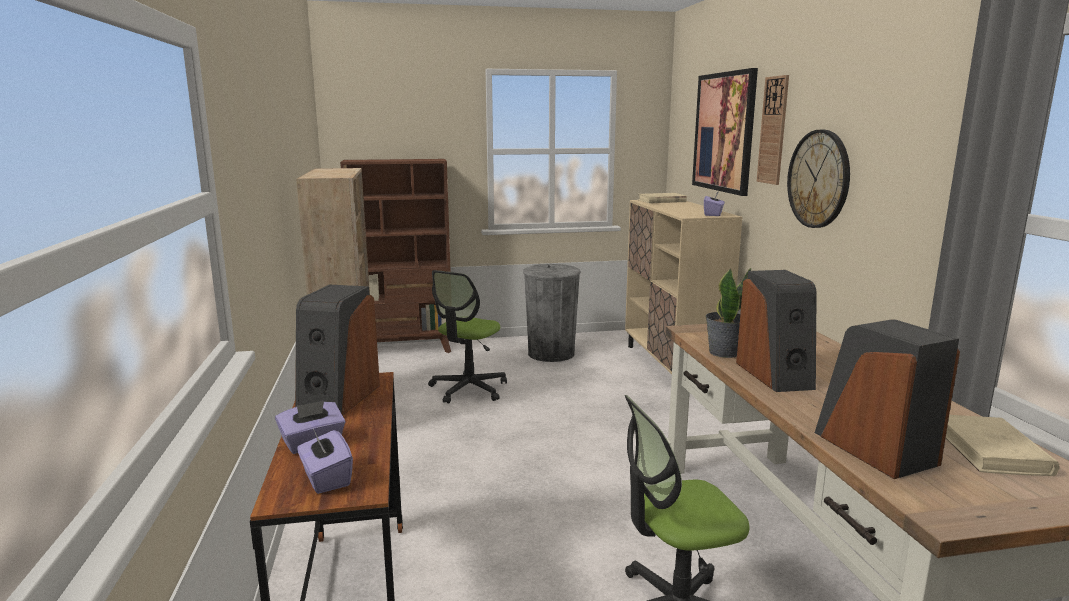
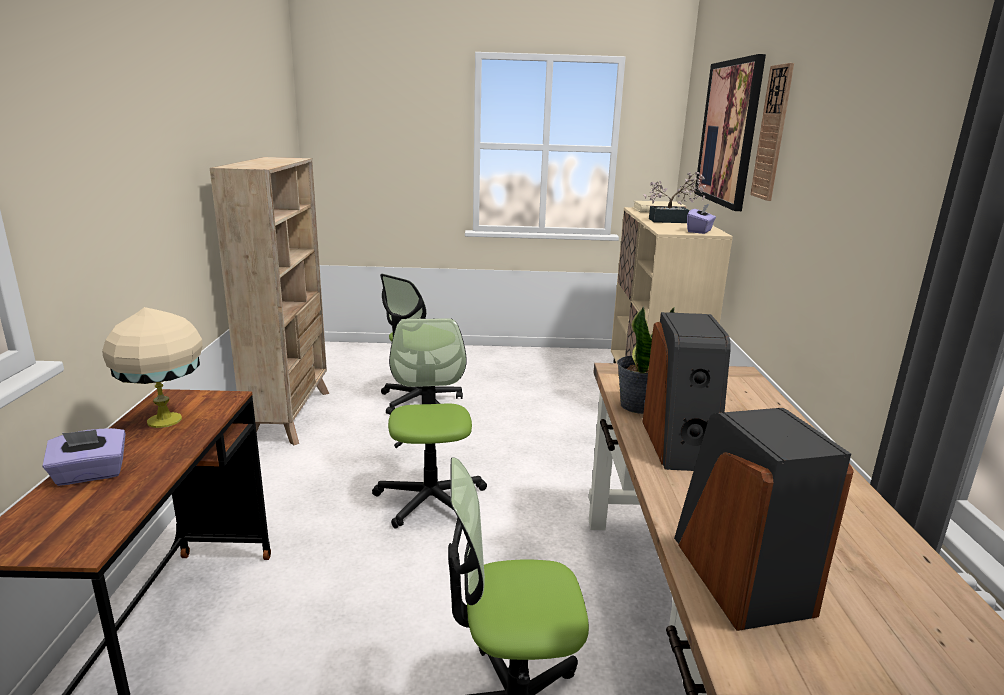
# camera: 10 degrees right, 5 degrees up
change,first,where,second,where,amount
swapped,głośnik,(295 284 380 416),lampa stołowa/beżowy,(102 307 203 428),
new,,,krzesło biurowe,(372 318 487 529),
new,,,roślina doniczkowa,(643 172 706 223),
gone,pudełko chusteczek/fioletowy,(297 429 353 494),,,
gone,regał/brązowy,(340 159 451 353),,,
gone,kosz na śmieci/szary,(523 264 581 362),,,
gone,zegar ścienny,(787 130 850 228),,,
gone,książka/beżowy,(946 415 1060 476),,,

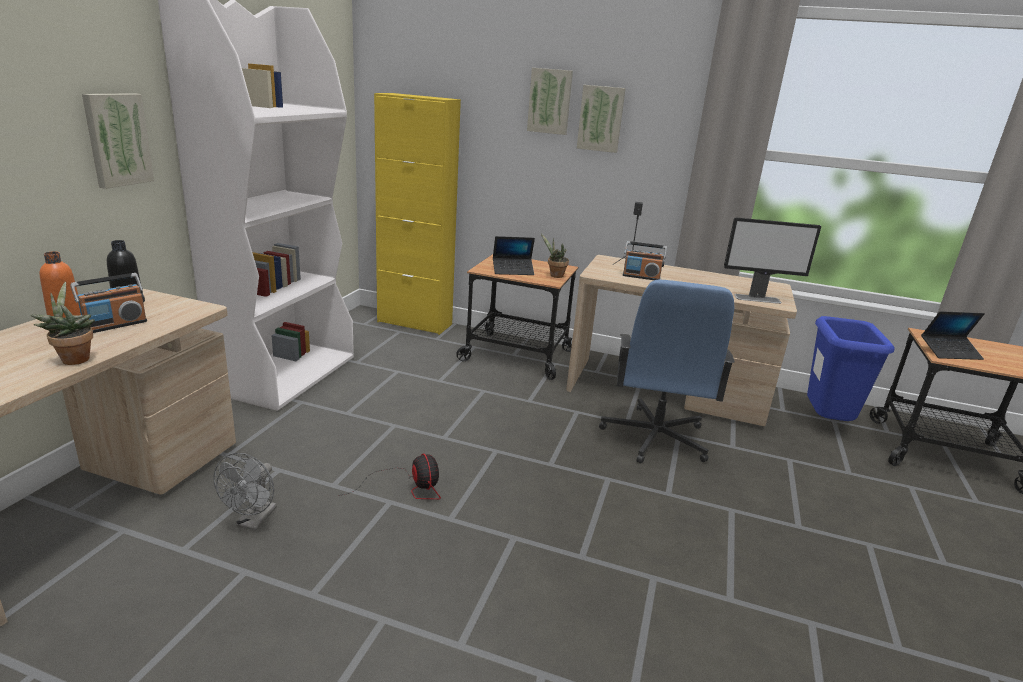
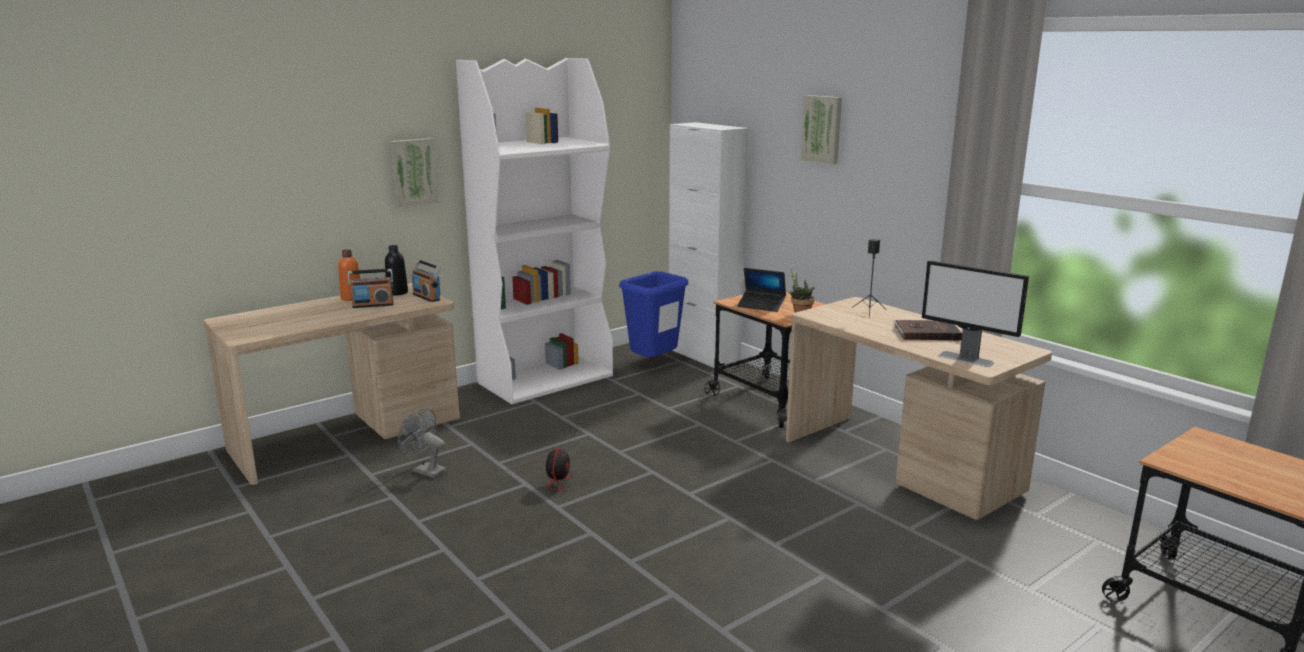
# camera: 35 degrees right, 5 degrees down
change,first,where,second,where,amount
rotated,wentylator/szary,(213 453 277 530),,(398 408 446 478),75 degrees clockwise
shifted,radio,(623 241 667 280),,(412 260 441 302),
shifted,kosz na śmieci/niebieski,(807 316 895 421),,(619 271 688 357),
repainted,szafka/żółty,(374 93 461 335),szafka/biały,(669 122 748 368),
new,,,książka/brązowy,(894 320 962 340),
gone,roślina doniczkowa,(30 282 95 365),,,
gone,obraz,(577 85 626 153),,,
gone,krzesło biurowe/niebieski,(599 279 735 464),,,
gone,laptop,(921 311 985 360),,,

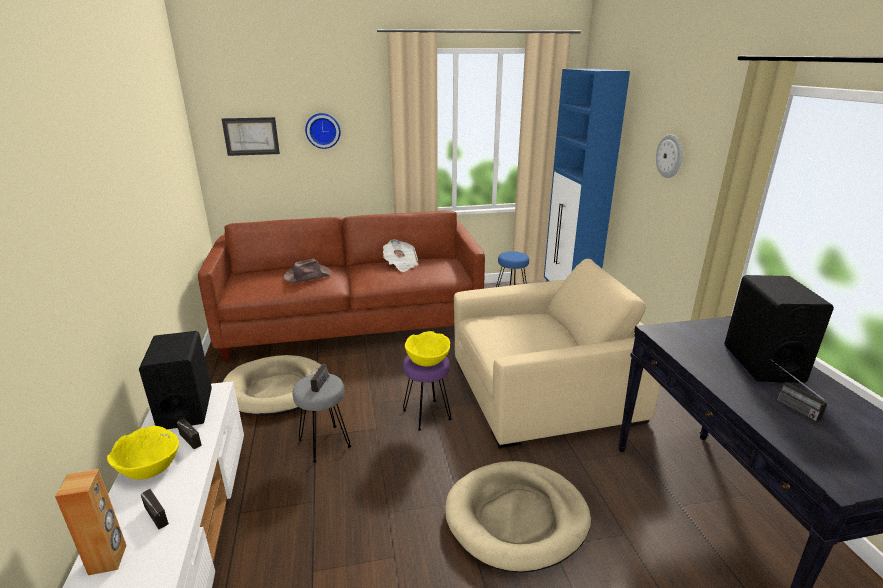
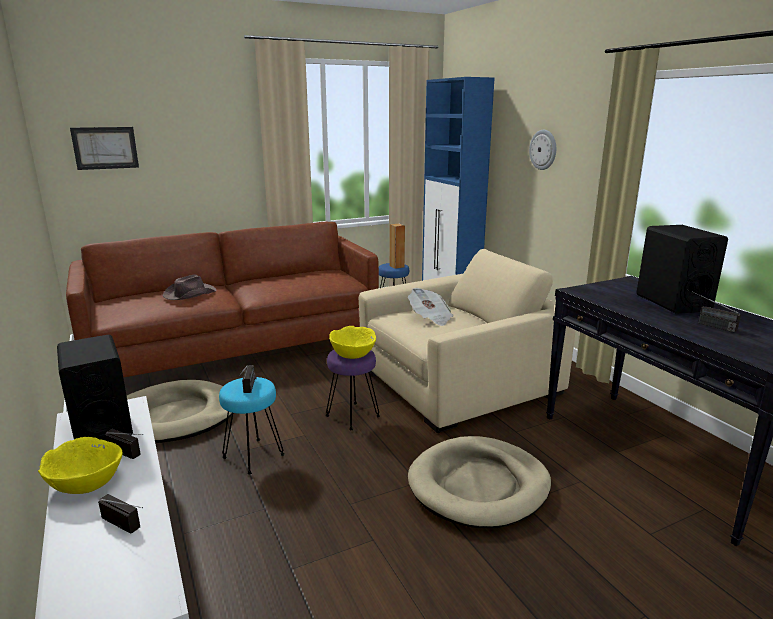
# camera: 15 degrees left, 5 degrees down
change,first,where,second,where,amount
repainted,stołek/szary,(293 374 351 463),stołek/turkusowy,(219 377 285 475),
shifted,głośnik/brązowy,(55 469 127 575),,(390 223 405 269),
shifted,gazeta,(383 239 418 272),,(408 288 454 326),
gone,zegar ścienny,(305 113 341 149),,,

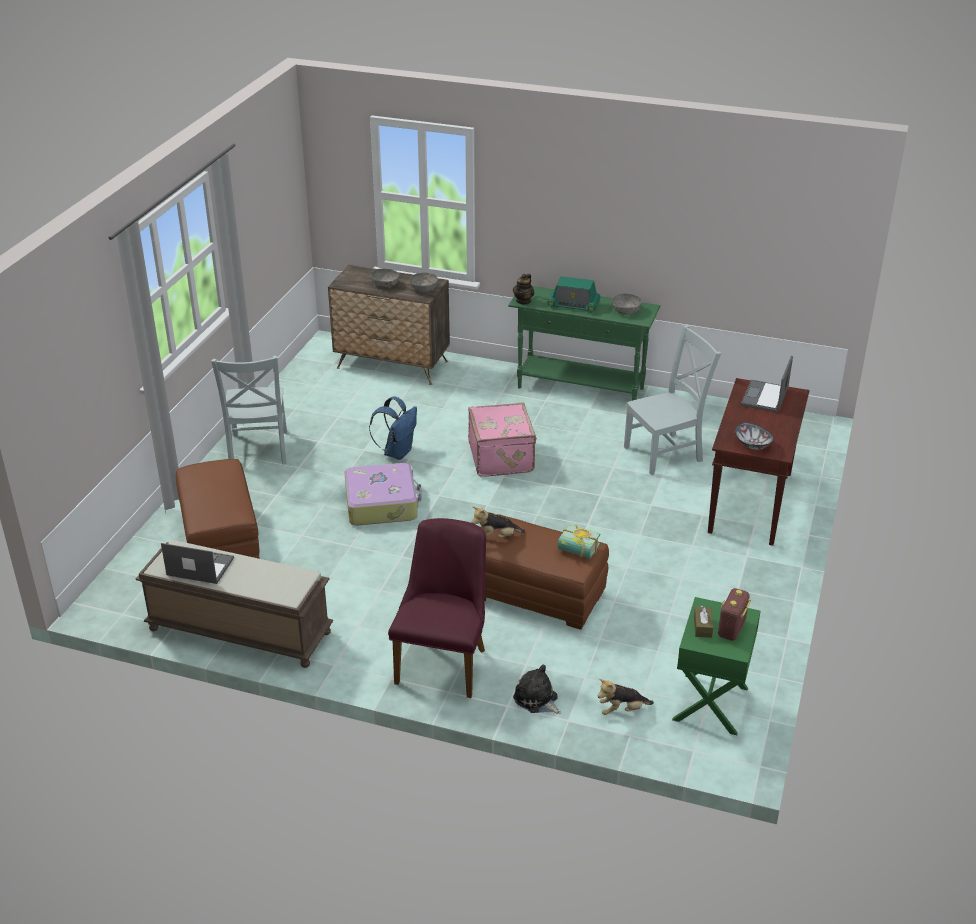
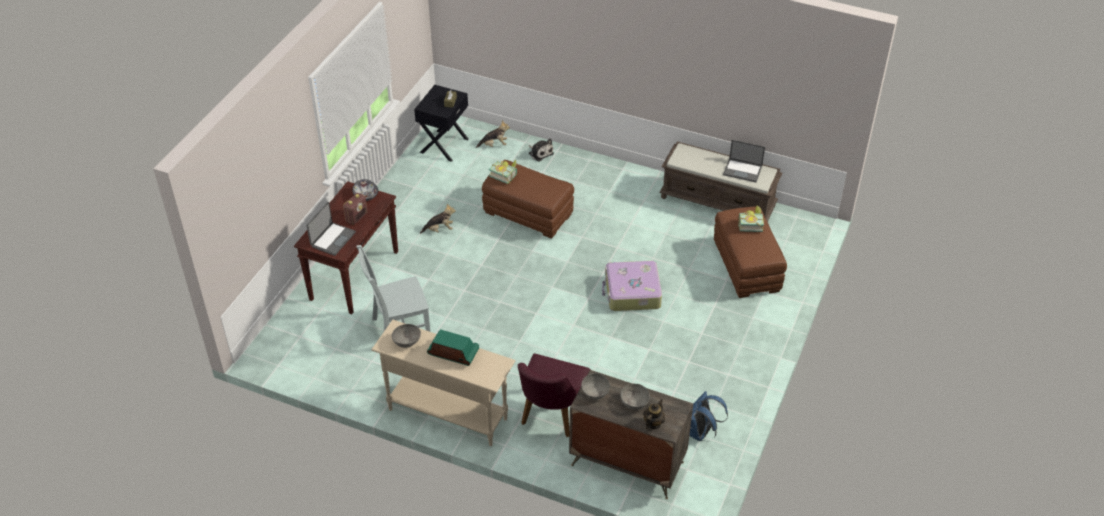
# camera: 175 degrees left, 10 degrees up
change,first,where,second,where,amount
shifted,radio,(718 588 751 641),,(343 193 368 225),
repainted,stolik konsolowy/zielony,(508 286 660 401),stolik konsolowy/beżowy,(371 320 515 446),
repainted,szafka nocna/zielony,(672 597 761 735),szafka nocna/czarny,(414 85 469 162),
shifted,pluszak,(471 507 525 538),,(420 203 456 234),
shifted,krzesło/fioletowy,(388 518 486 698),,(518 353 591 437),
shifted,imbryk,(513 274 534 305),,(644 399 665 429),
shifted,plecak/niebieski,(369 396 417 460),,(689 391 728 441),
new,,,książka,(738 206 764 232),
gone,krzesło/szary,(211 356 287 465),,,
gone,walizka/różowy,(468 403 537 477),,,

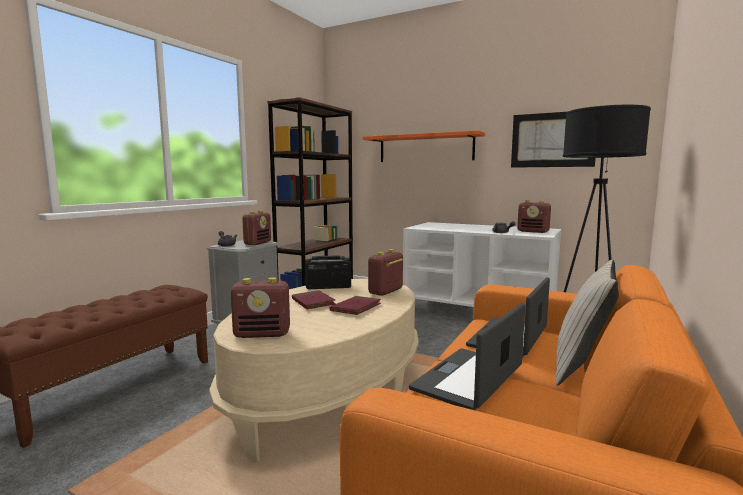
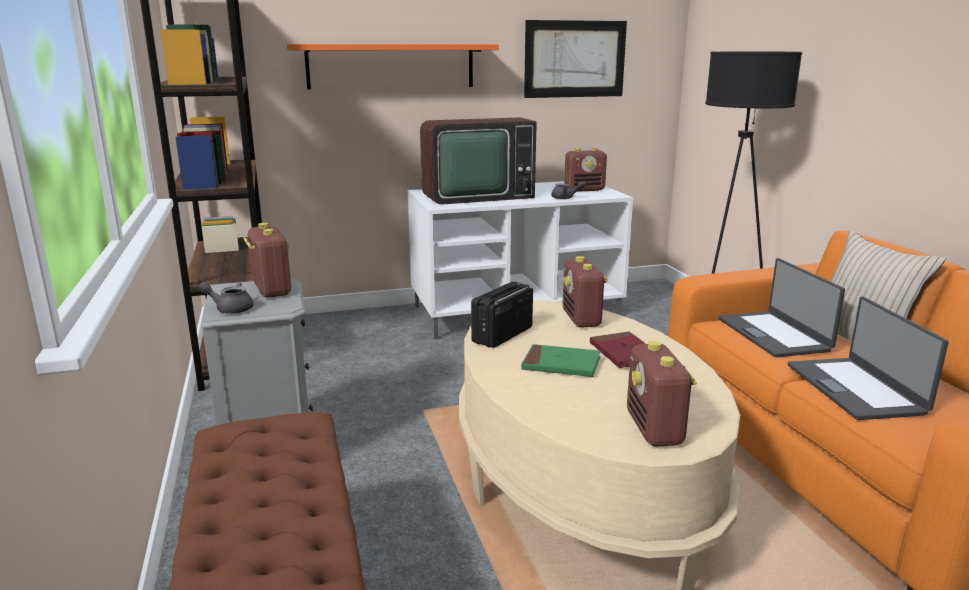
# camera: 45 degrees left, 10 degrees up
change,first,where,second,where,amount
new,,,telewizor,(420 117 537 204),
repainted,książka/czerwony,(292 290 336 309),książka/zielony,(521 344 601 377),
rotated,radio,(231 277 290 338),,(627 341 697 447),135 degrees clockwise

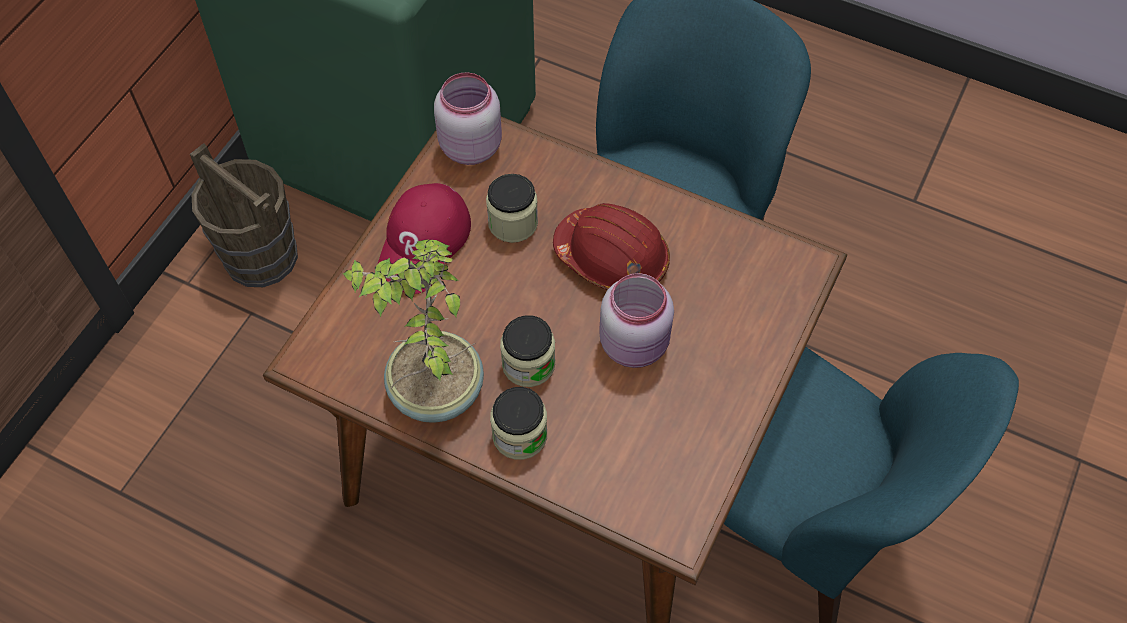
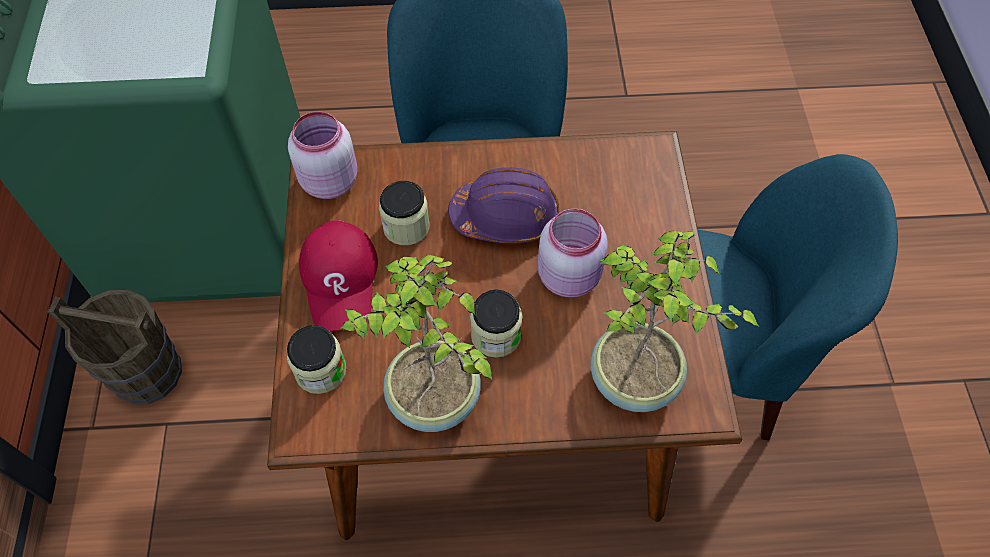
# camera: 30 degrees left, 0 degrees up
change,first,where,second,where,amount
shifted,słoik,(490 387 547 460),,(287 325 347 394),
repainted,kask/czerwony,(553 203 670 290),kask/fioletowy,(448 167 559 244),
new,,,roślina doniczkowa,(591 231 758 412),

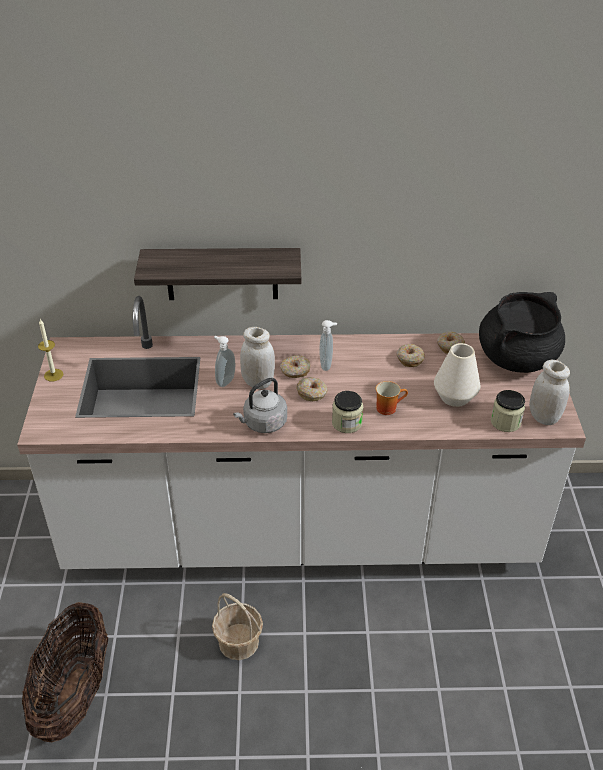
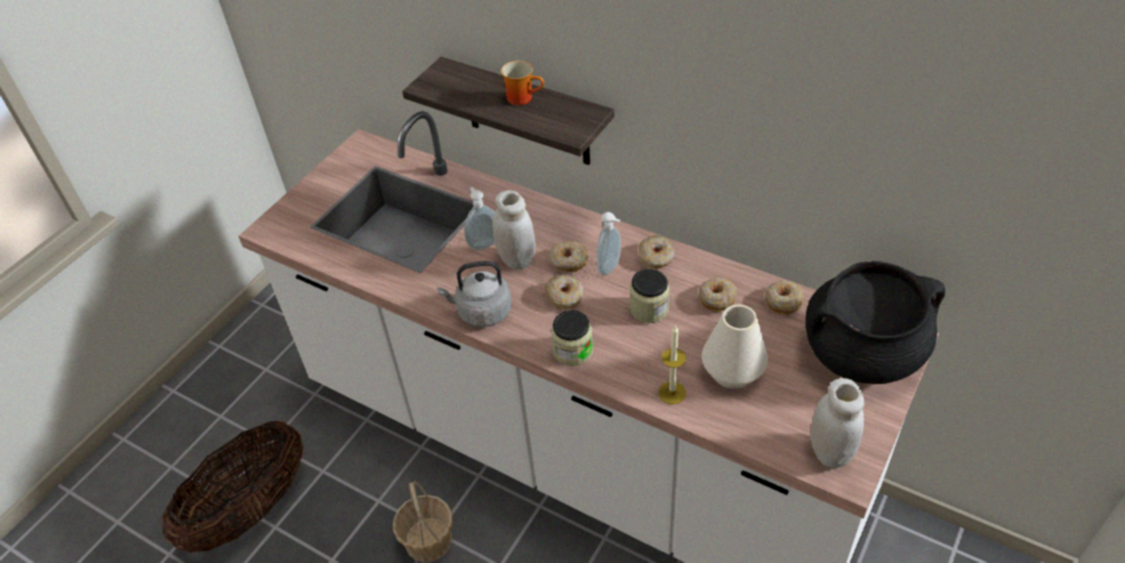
# camera: 35 degrees right, 5 degrees up
change,first,where,second,where,amount
shifted,kubek,(376 381 408 415),,(501 61 544 105),
shifted,słoik,(491 390 525 432),,(630 269 670 323),
new,,,donut,(639 235 675 269),
shifted,świeca,(38 319 63 382),,(658 325 686 404),

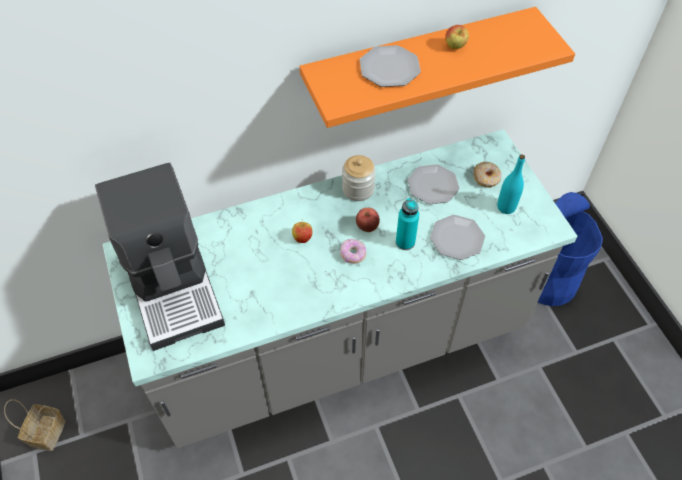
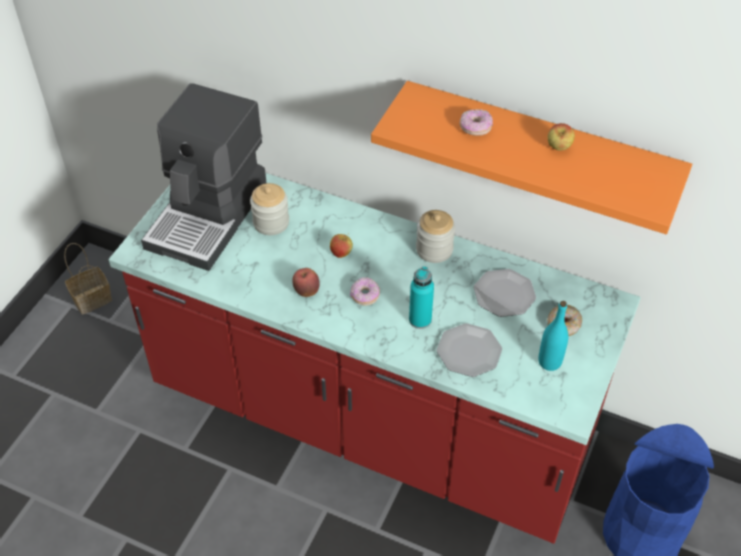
# camera: 45 degrees right, 5 degrees down
change,first,where,second,where,amount
repainted,zabudowa kuchenna/szary,(103 129 578 449),zabudowa kuchenna/czerwony,(109 173 641 544),
new,,,słoik,(250 183 289 235),
shifted,jabłko,(356 208 380 232),,(292 268 320 297),
swapped,talerz,(360 45 421 87),donut,(460 109 493 136),

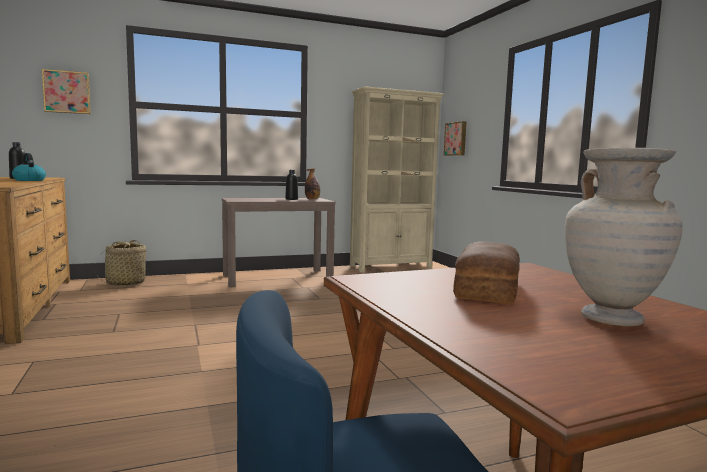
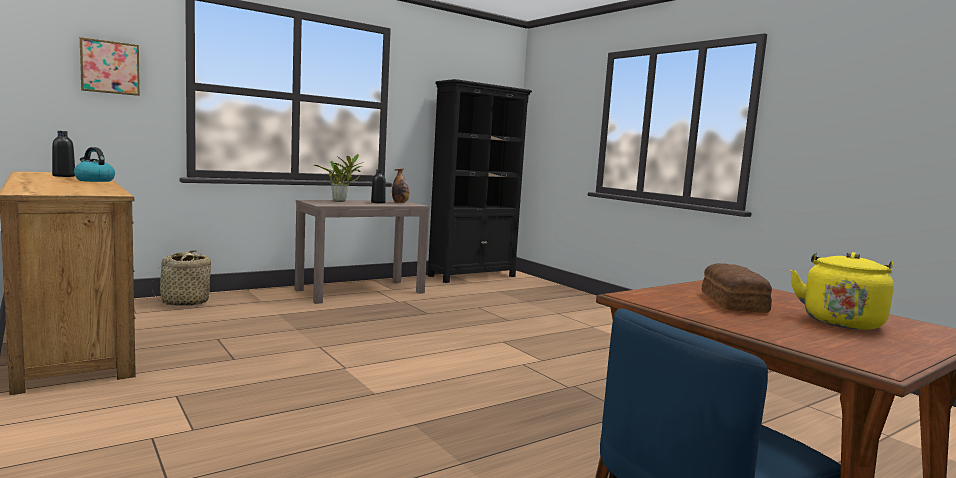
# camera: 15 degrees left, 0 degrees up
change,first,where,second,where,amount
new,,,roślina doniczkowa,(314 154 363 202),
repainted,regał/beżowy,(350 86 444 272),regał/czarny,(428 79 532 283),
swapped,wazon/beżowy,(565 148 683 326),czajnik/żółty,(790 252 894 330),
gone,obraz,(444 121 466 156),,,

